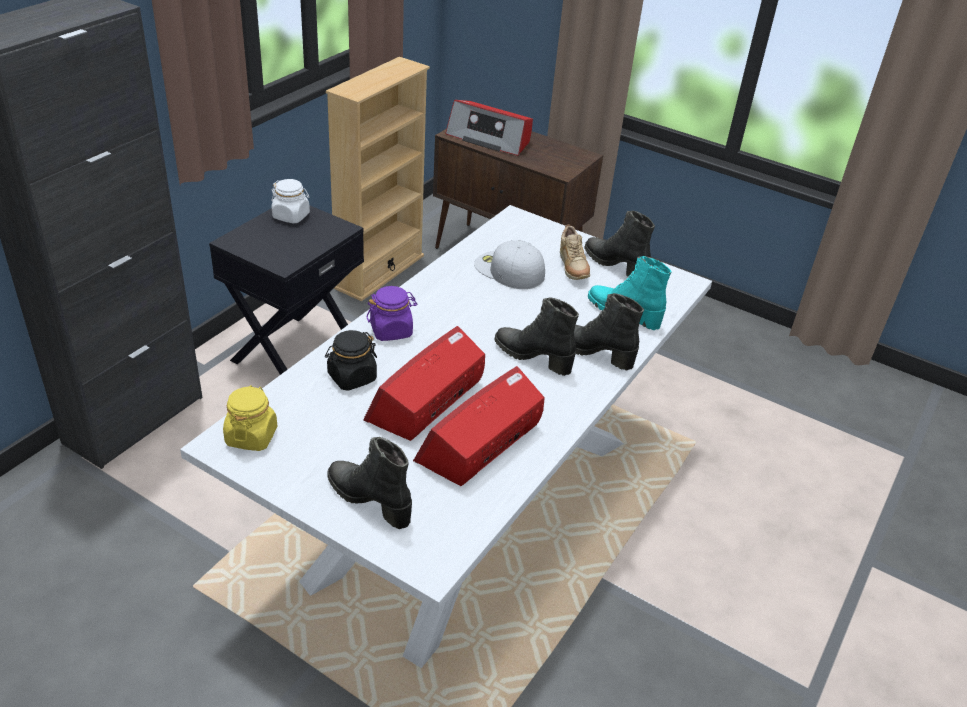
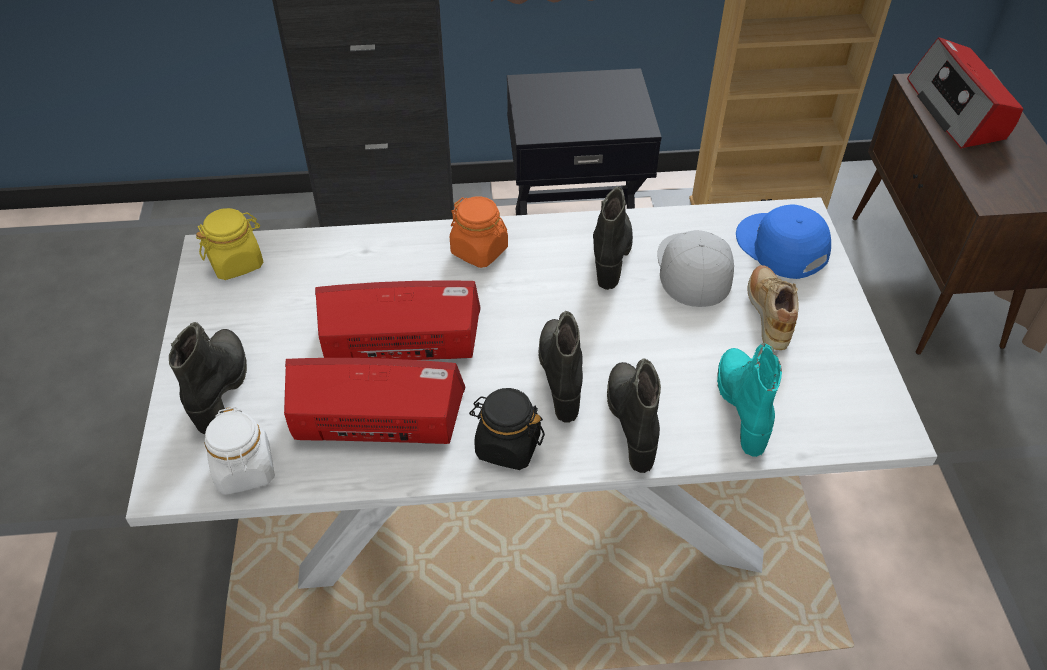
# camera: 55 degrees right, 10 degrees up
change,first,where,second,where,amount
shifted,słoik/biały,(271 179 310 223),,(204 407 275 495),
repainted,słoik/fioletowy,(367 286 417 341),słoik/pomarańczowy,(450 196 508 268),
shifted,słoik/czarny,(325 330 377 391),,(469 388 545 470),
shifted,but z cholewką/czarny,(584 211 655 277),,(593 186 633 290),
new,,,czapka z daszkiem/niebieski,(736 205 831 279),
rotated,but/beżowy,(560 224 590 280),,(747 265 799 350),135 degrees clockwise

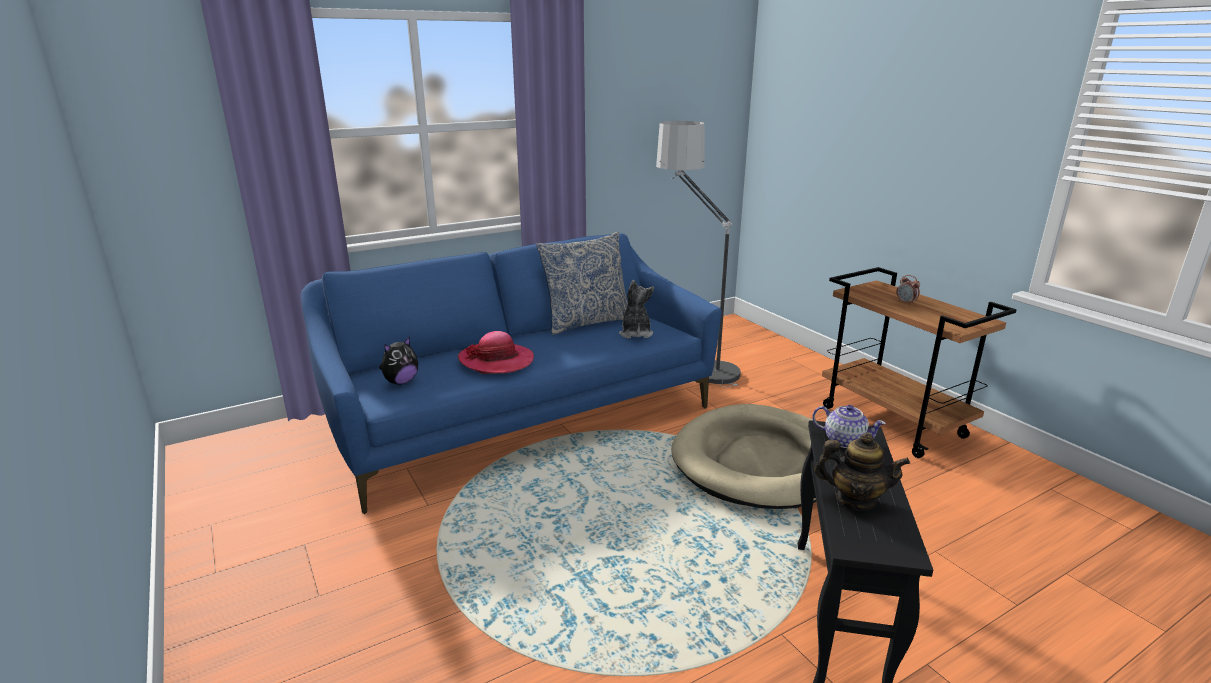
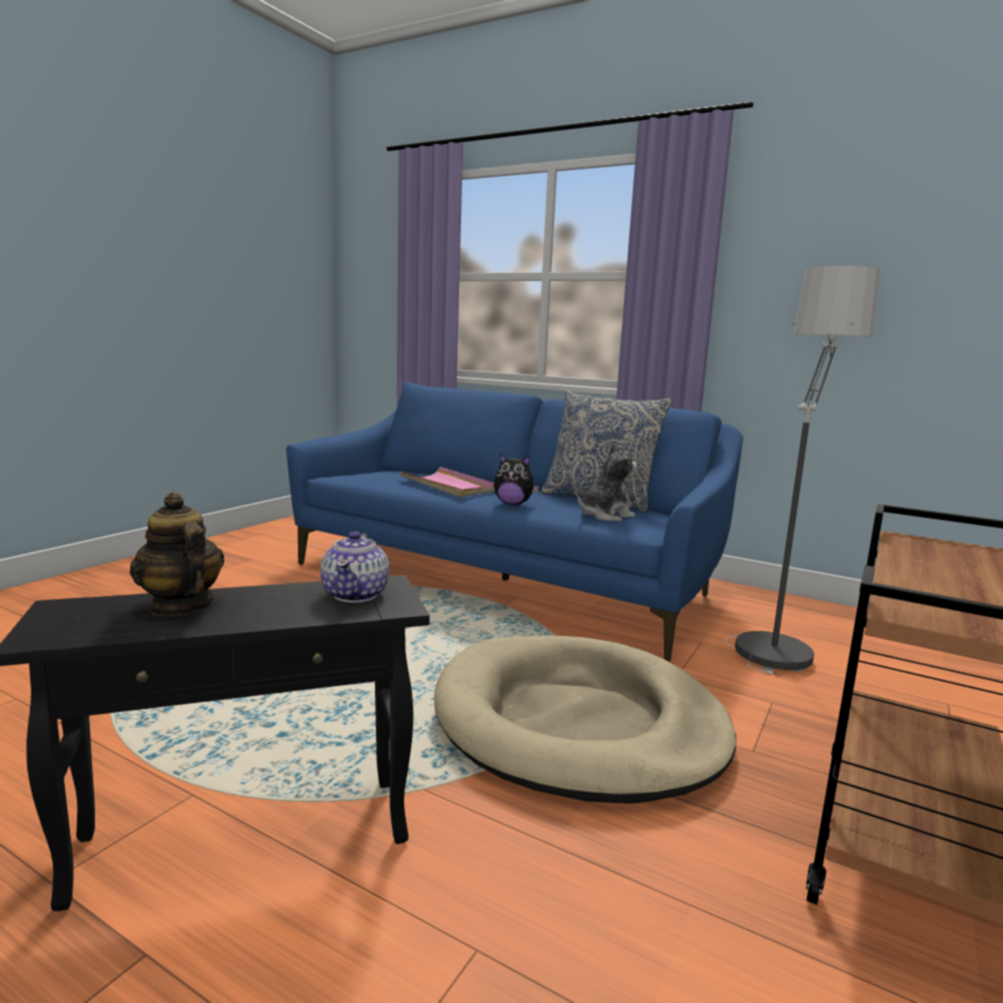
# camera: 60 degrees right, 10 degrees down
change,first,where,second,where,amount
rotated,imbryk,(814 433 910 511),,(130 492 224 616),150 degrees clockwise
swapped,kapelusz,(458 331 534 374),taca/różowy,(399 467 495 497),
shifted,pluszak,(379 336 418 385),,(494 453 539 505),
gone,budzik,(897 275 920 305),,,

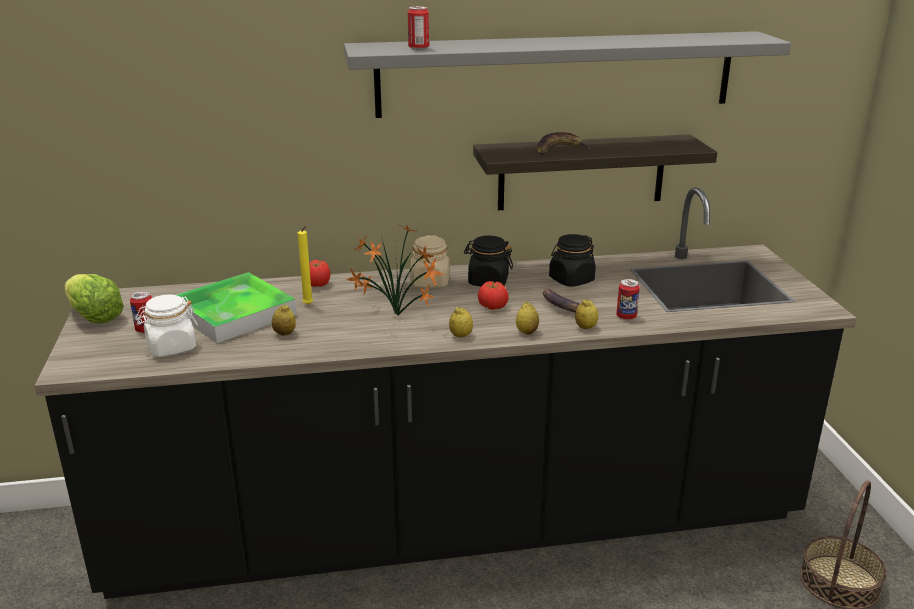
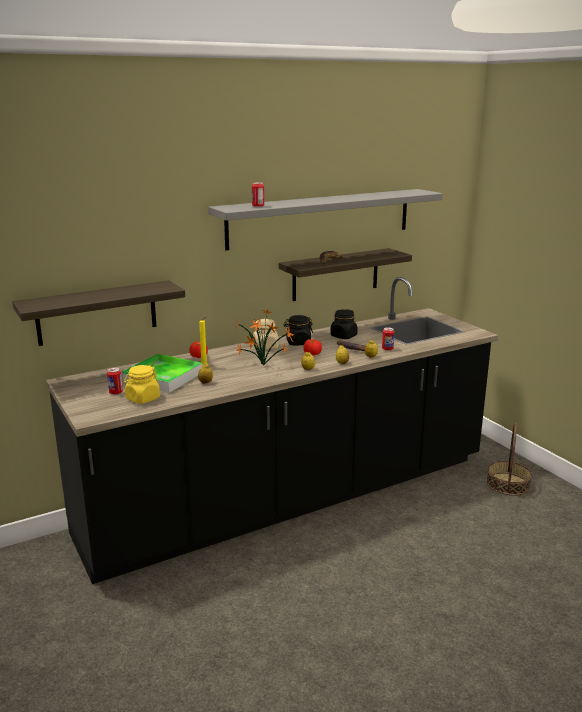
# camera: 20 degrees left, 5 degrees down
change,first,where,second,where,amount
new,,,półka,(12 280 185 346),
repainted,słoik/biały,(135 295 198 357),słoik/żółty,(124 365 160 404),
gone,sałata,(65 274 124 324),,,

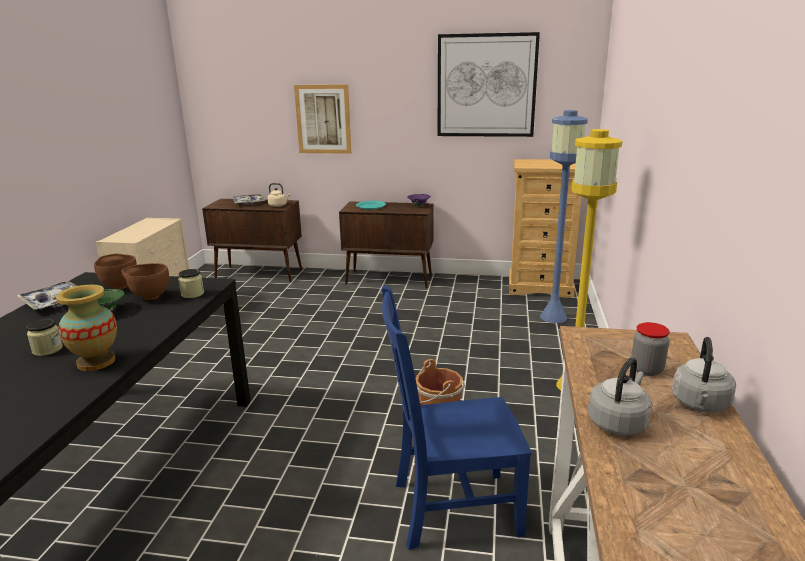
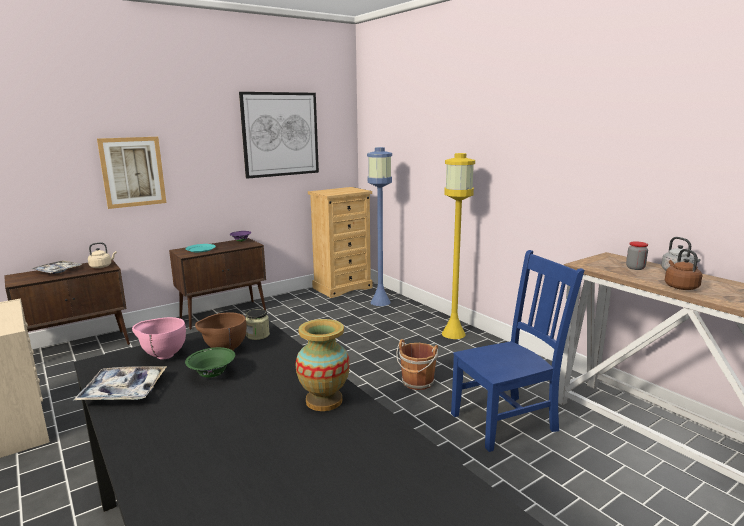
# camera: 45 degrees left, 5 degrees down
change,first,where,second,where,amount
repainted,miska/brązowy,(94 254 137 290),miska/różowy,(132 317 186 360),
rotated,krzesło/niebieski,(382 285 532 550),,(451 250 584 452),150 degrees counterclockwise
repainted,czajnik/szary,(588 357 652 435),czajnik/brązowy,(665 249 702 290),
gone,słoik,(27 319 63 356),,,

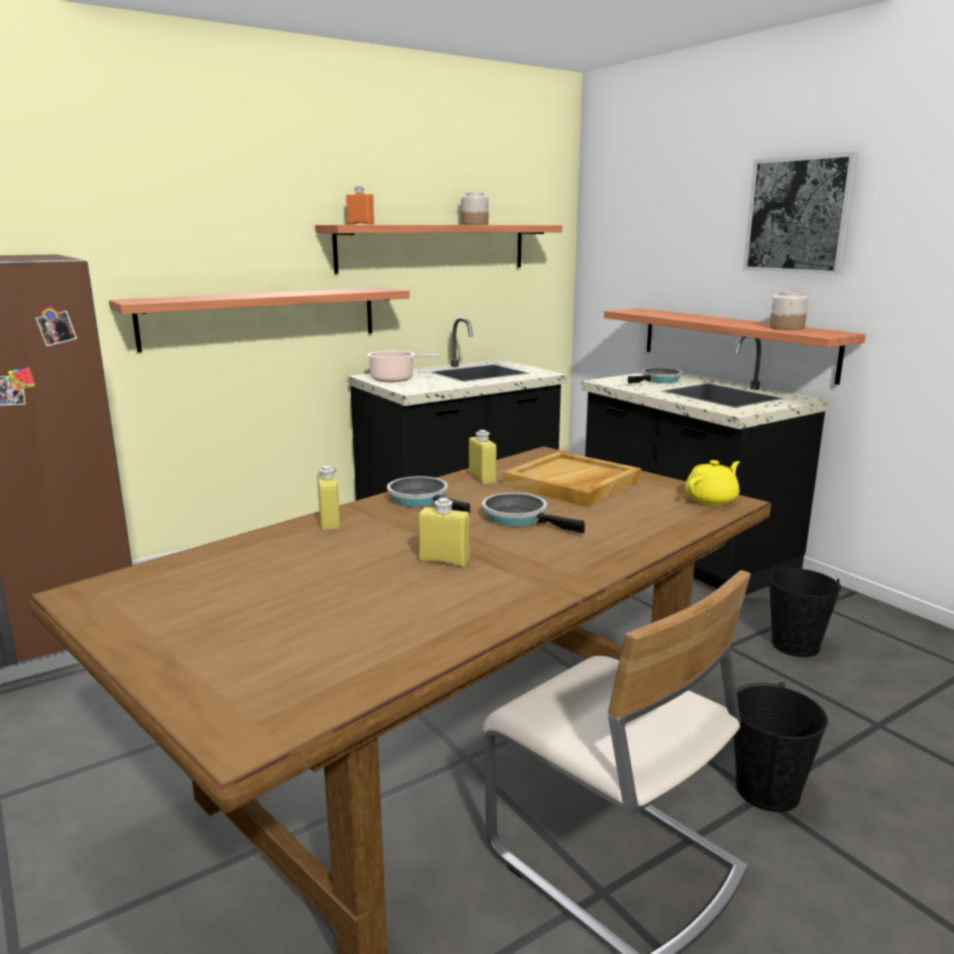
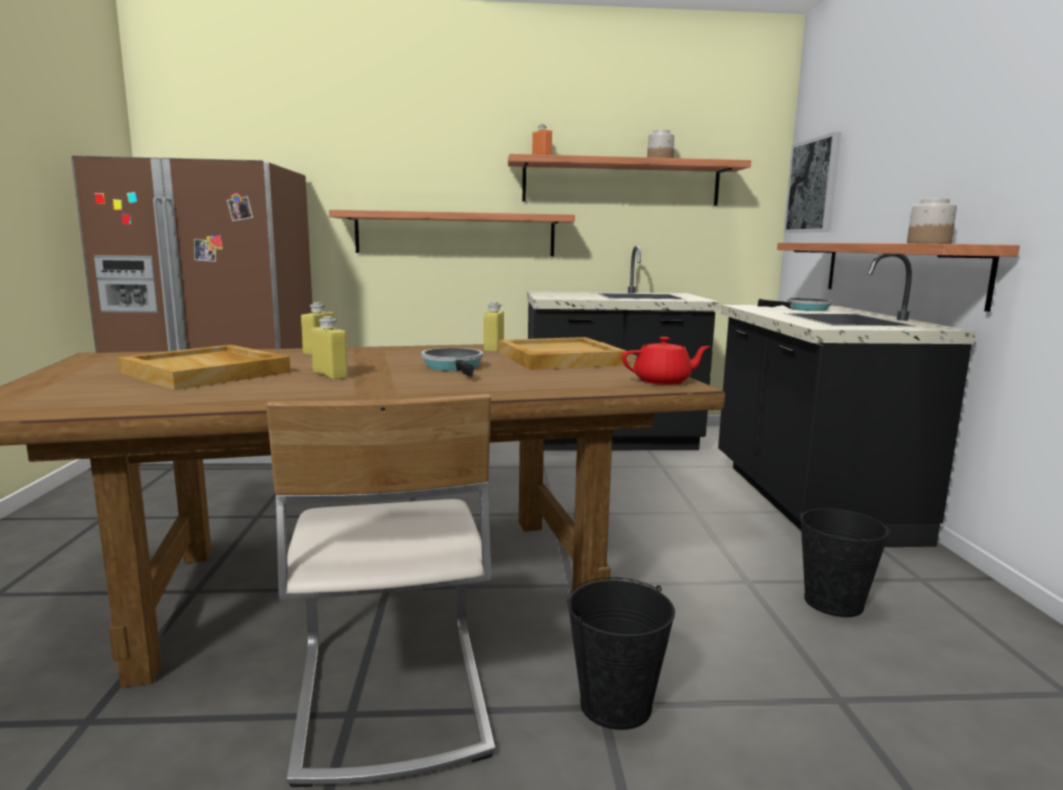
# camera: 30 degrees right, 5 degrees down
change,first,where,second,where,amount
new,,,taca/beżowy,(118 345 291 390),
repainted,imbryk/żółty,(685 460 740 505),imbryk/czerwony,(622 337 711 385),
shifted,obraz,(743 152 859 275),,(784 132 841 233),
gone,garnek,(367 351 440 382),,,
gone,patelnia,(387 476 470 515),,,

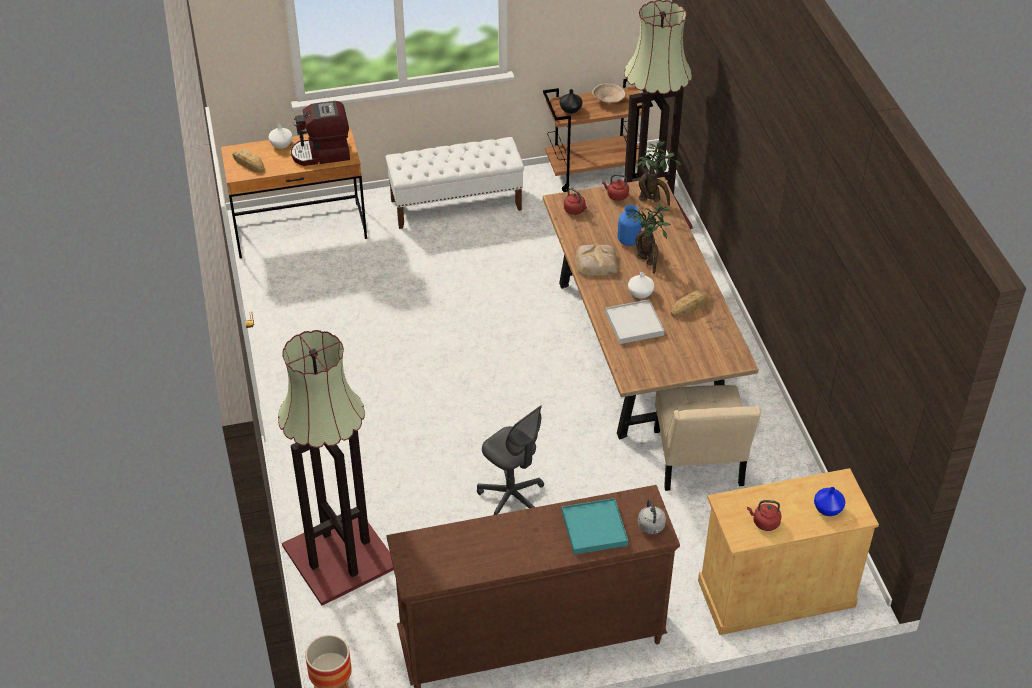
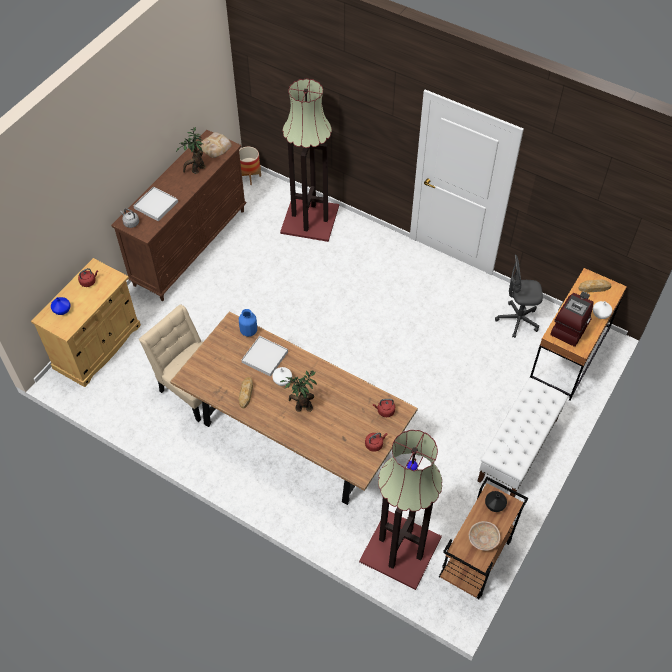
# camera: 135 degrees right, 10 degrees up
change,first,where,second,where,amount
repainted,taca/turkusowy,(562 498 628 555),taca/biały,(133 186 178 221),
shifted,roślina doniczkowa,(636 141 682 206),,(176 127 206 174),
shifted,chleb,(575 244 618 276),,(199 132 232 158),
shifted,wazon/niebieski,(618 205 642 246),,(239 309 257 337),
shifted,krzesło biurowe/szary,(477 405 544 515),,(495 255 543 338),

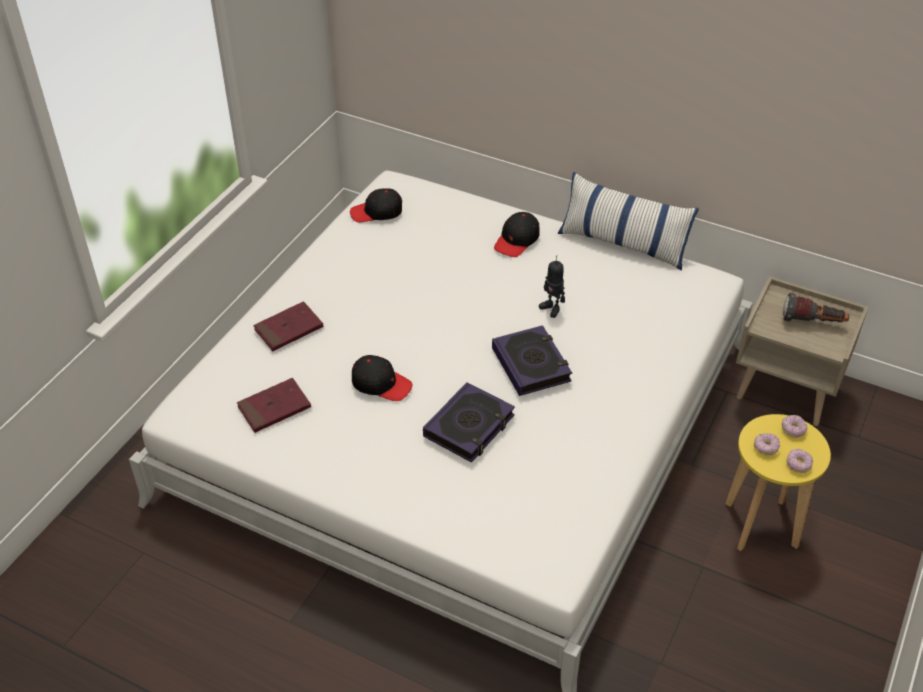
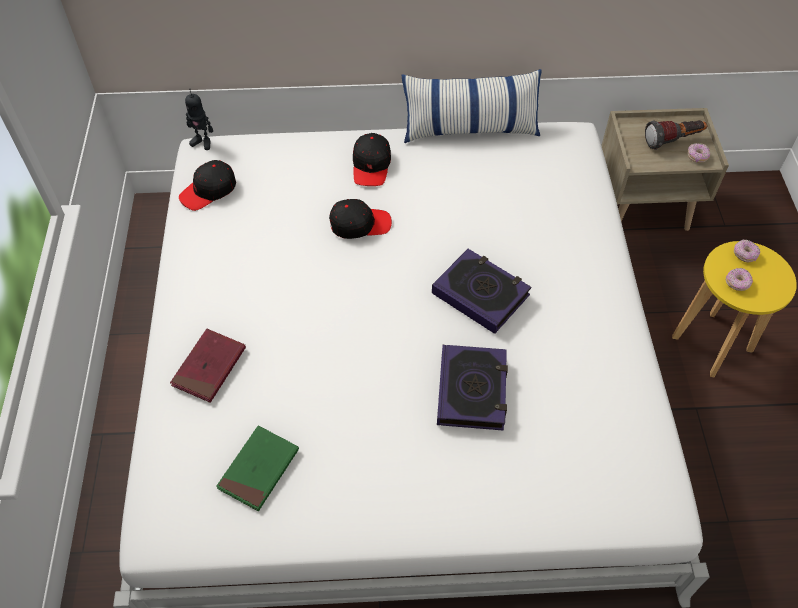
# camera: 30 degrees left, 10 degrees up
change,first,where,second,where,amount
shifted,robot zabawkowy,(539 256 565 318),,(185 88 213 150),
repainted,książka/czerwony,(237 378 311 433),książka/zielony,(216 426 299 511),
shifted,czapka z daszkiem/czarny,(352 355 412 401),,(329 199 392 239),
shifted,donut,(786 449 813 473),,(688 143 710 163),

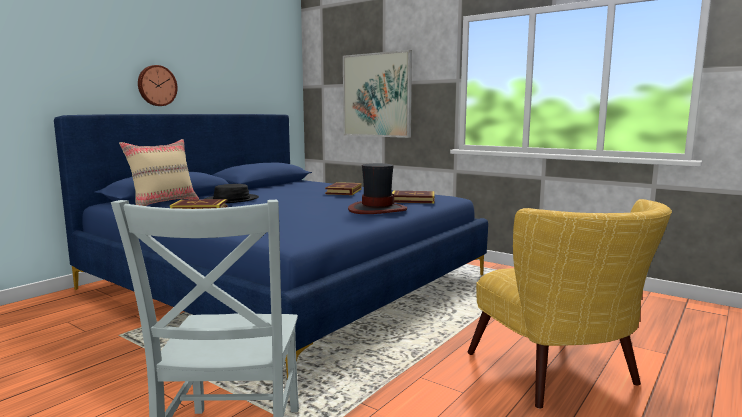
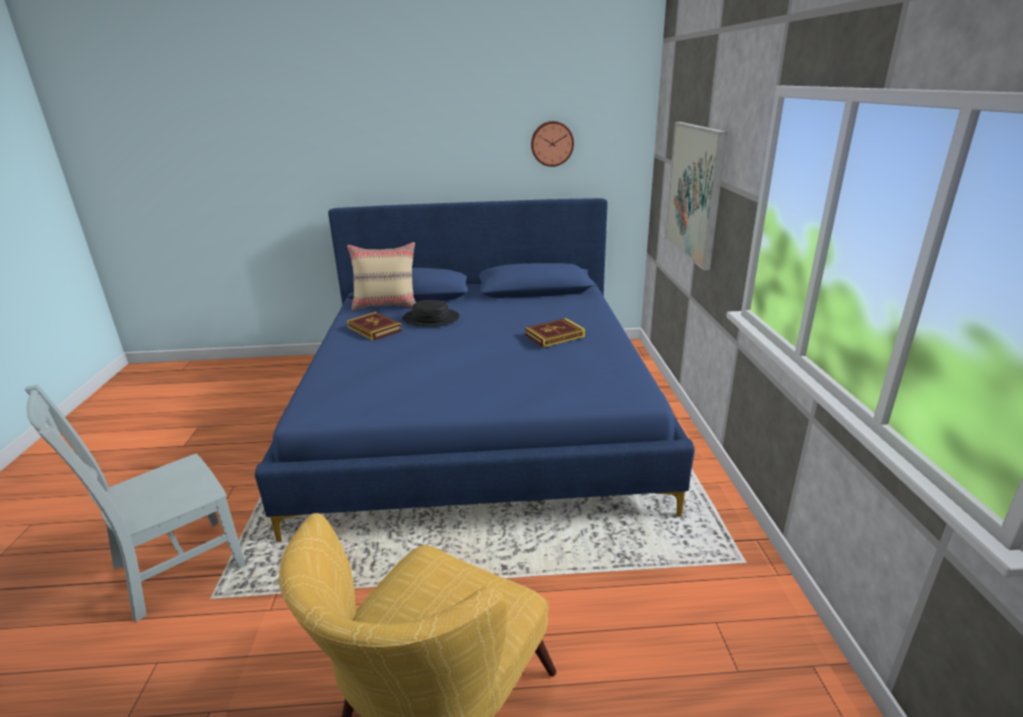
# camera: 50 degrees right, 15 degrees up
change,first,where,second,where,amount
shifted,zegar ścienny,(138 65 178 106),,(531 121 574 167),
gone,kapelusz,(348 163 407 214),,,
gone,książka,(392 191 435 203),,,

